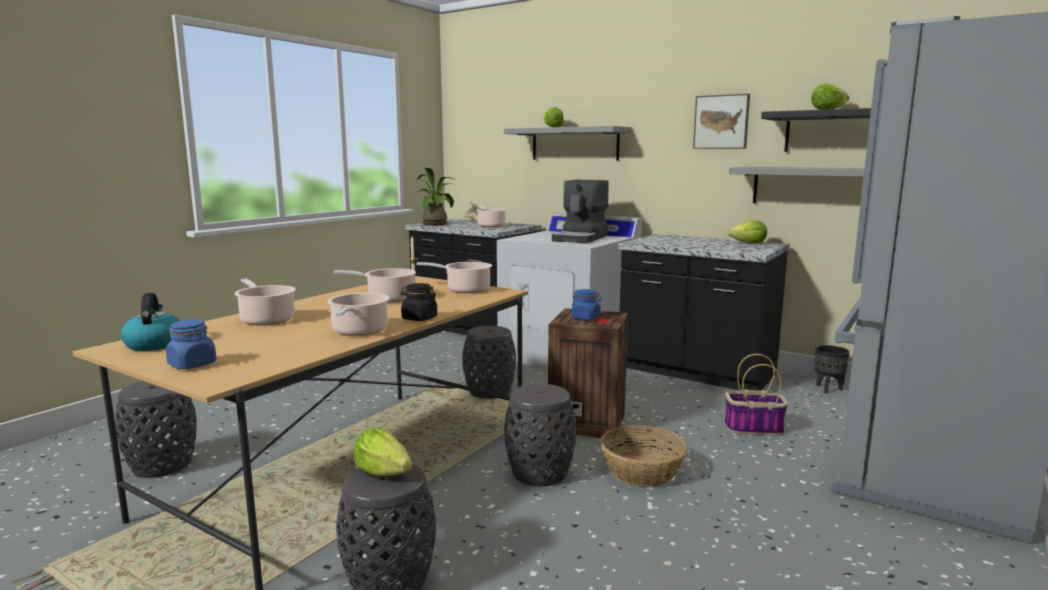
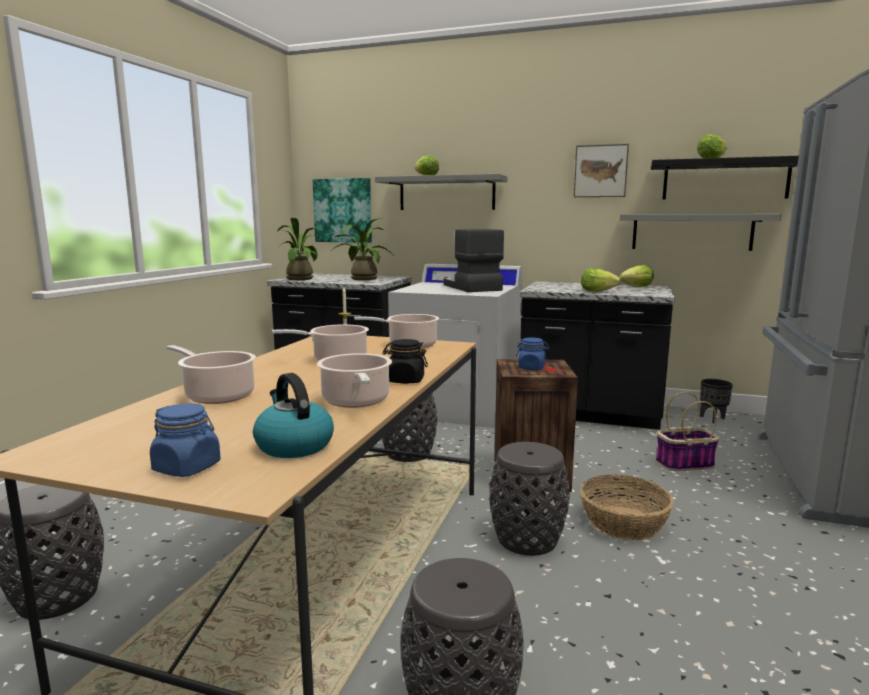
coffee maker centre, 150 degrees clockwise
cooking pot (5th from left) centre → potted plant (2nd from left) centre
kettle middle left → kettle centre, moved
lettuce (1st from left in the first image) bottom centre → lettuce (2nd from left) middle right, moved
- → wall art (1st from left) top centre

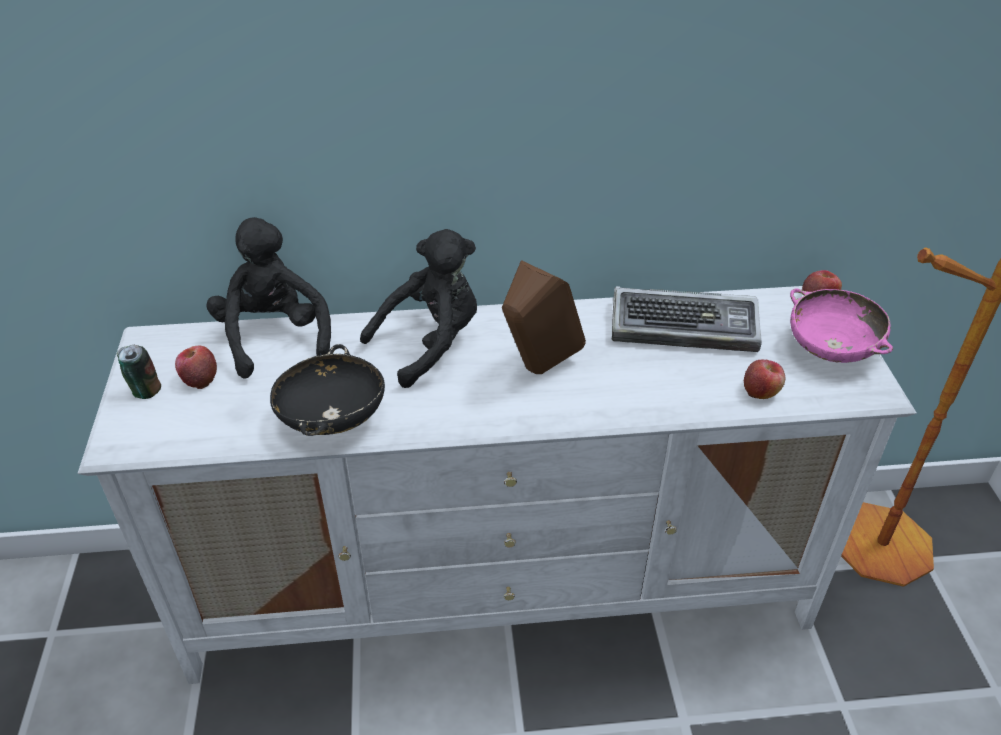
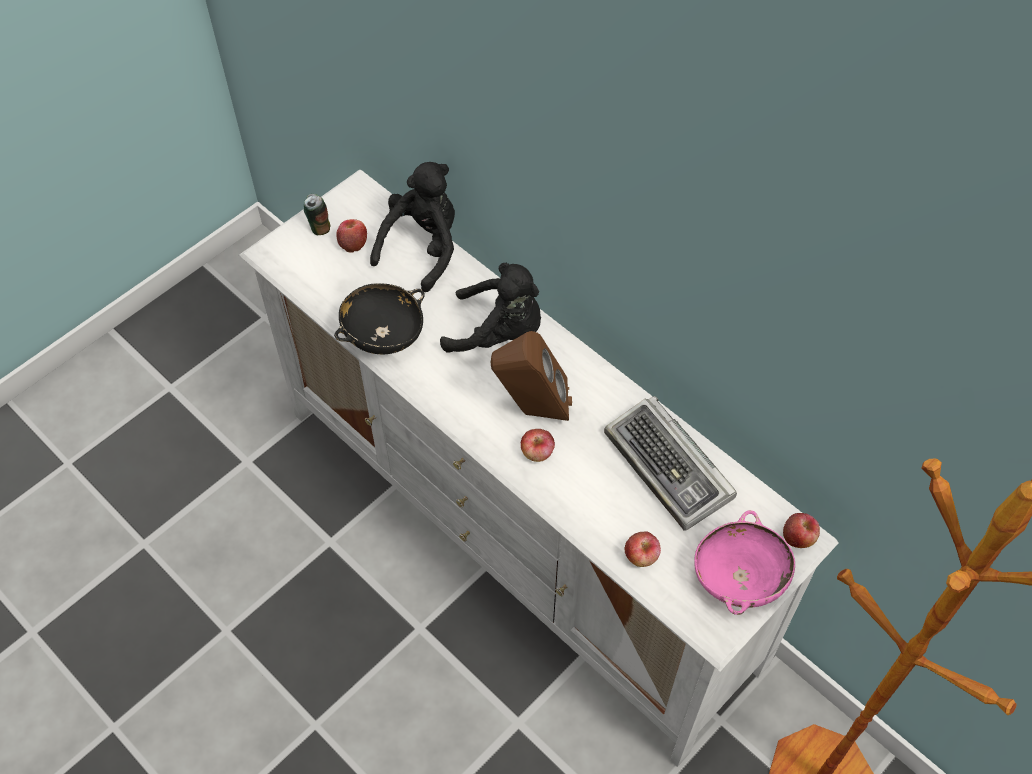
- → apple fruit (2nd from left) centre

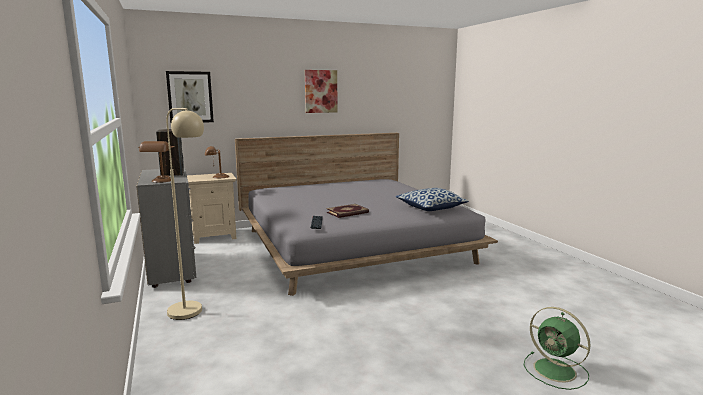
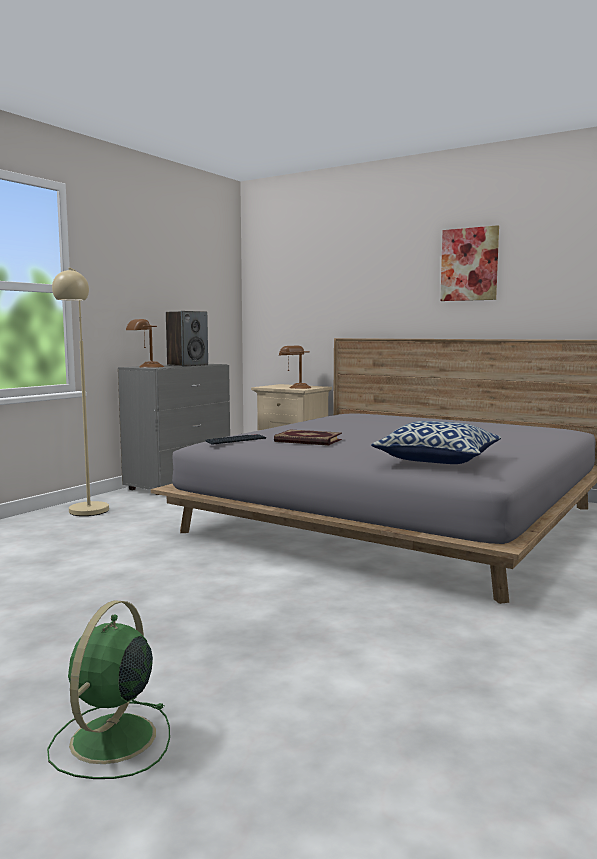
wall art (1st from left) top left → -

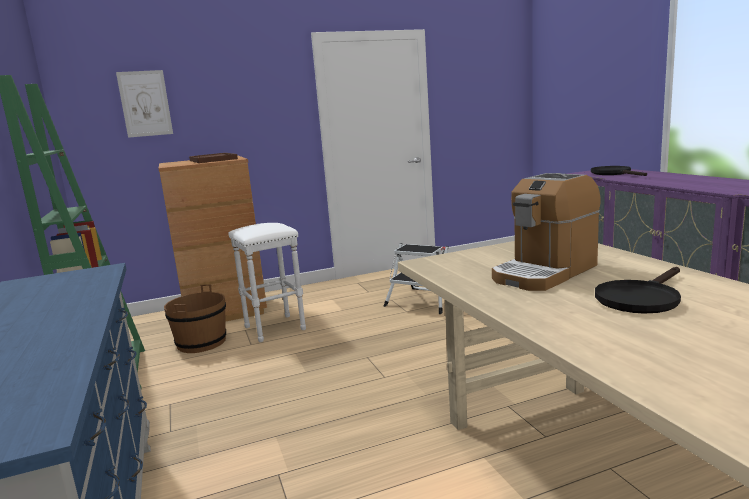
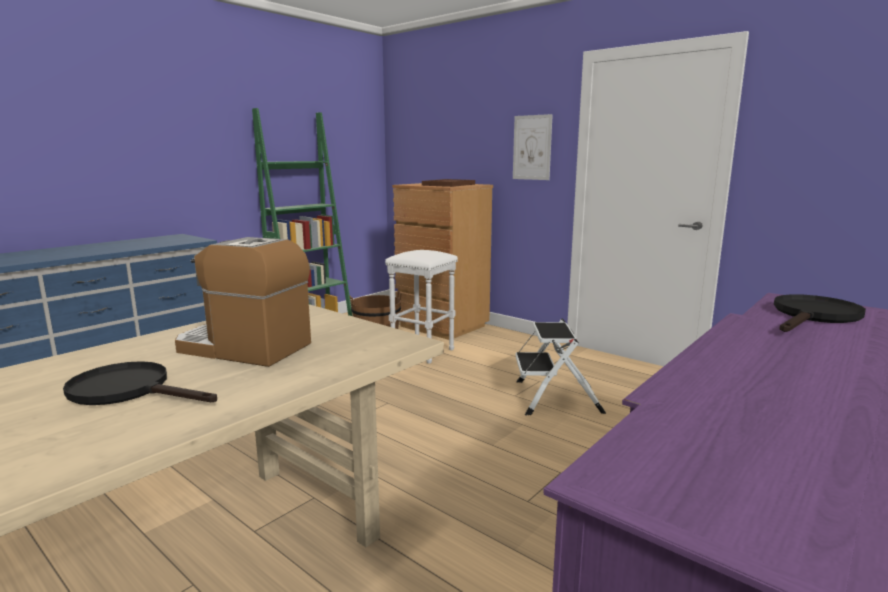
wall art top left → wall art top centre, moved

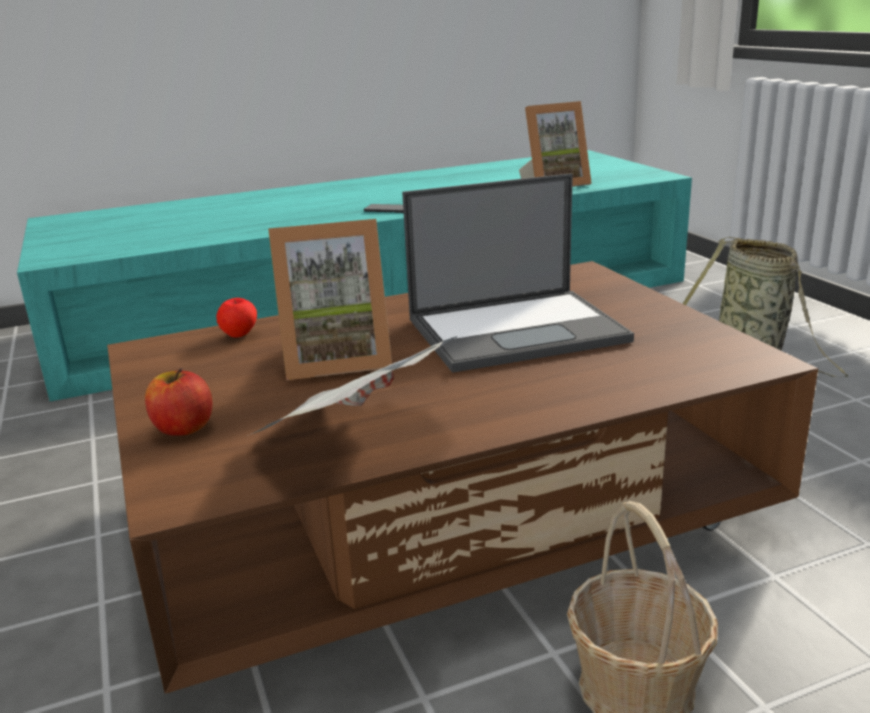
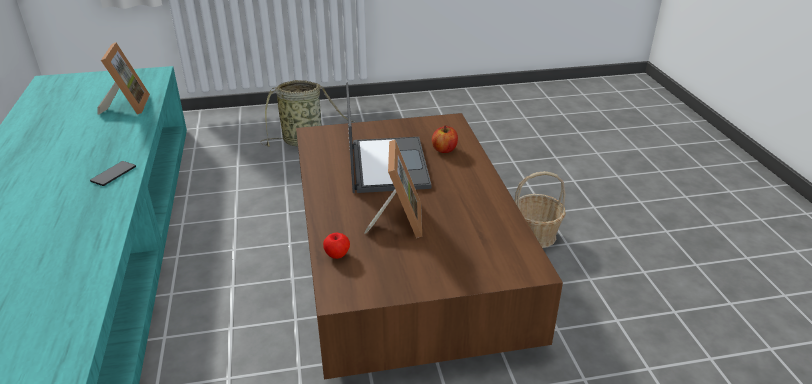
printed paper centre → -
apple fruit (1st from left in the first image) middle left → apple fruit (2nd from left) centre, moved

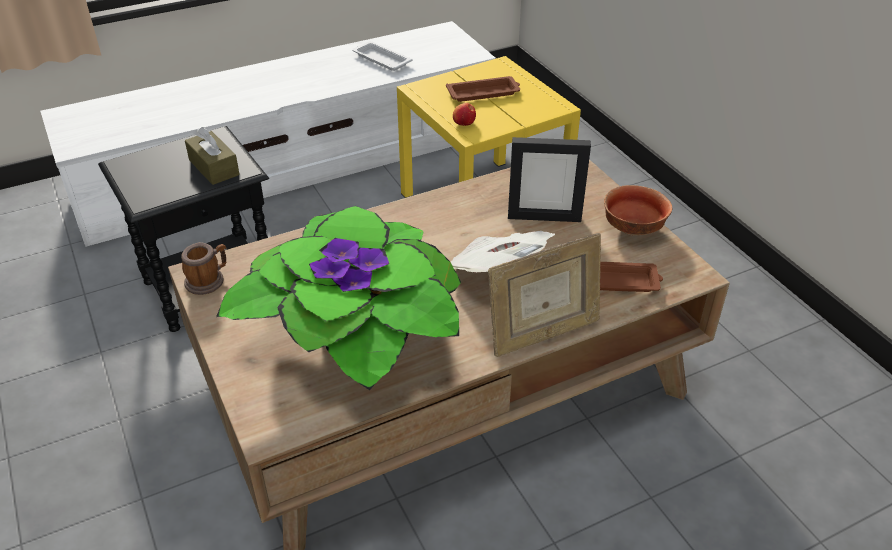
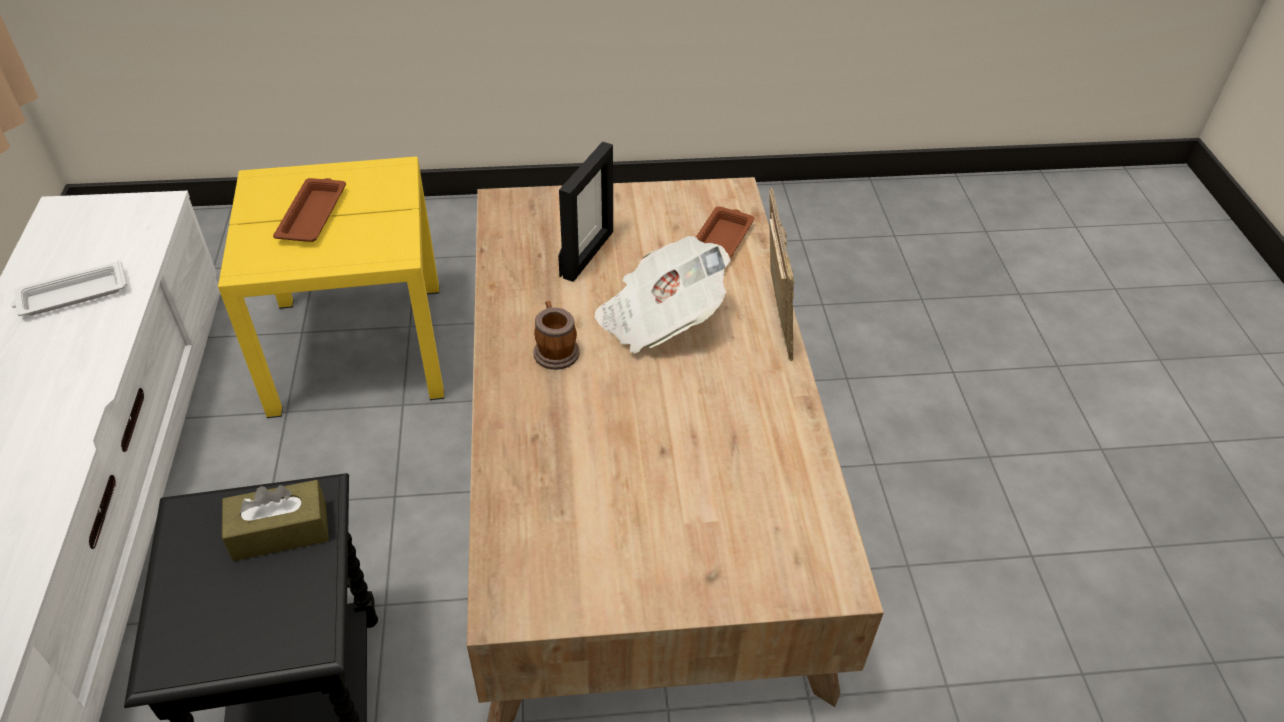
apple fruit top centre → -
serving bowl middle right → -
potted plant centre → -
coffee mug middle left → coffee mug centre, moved

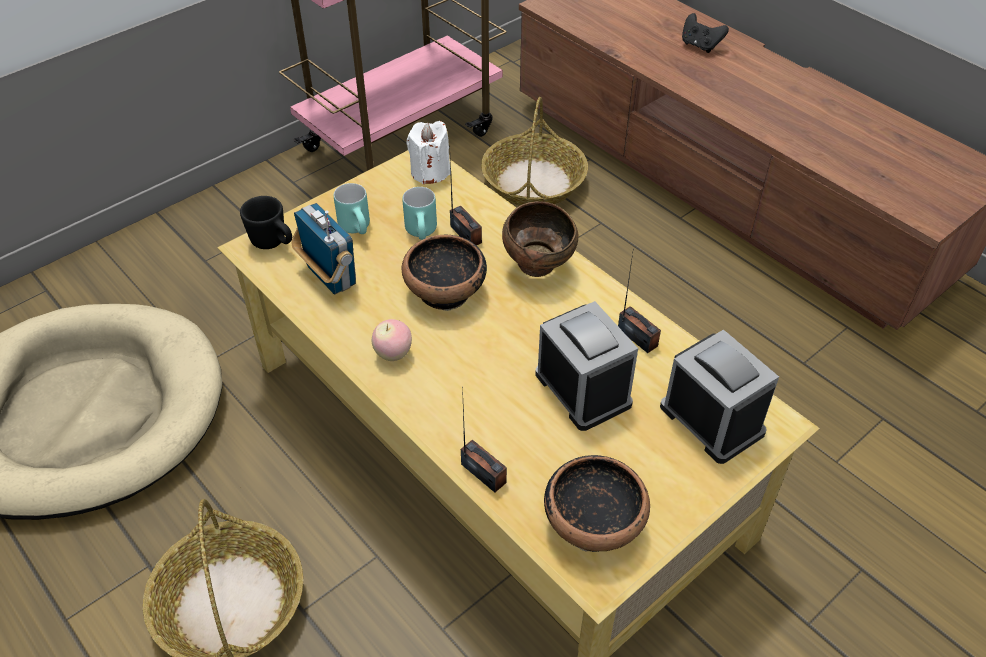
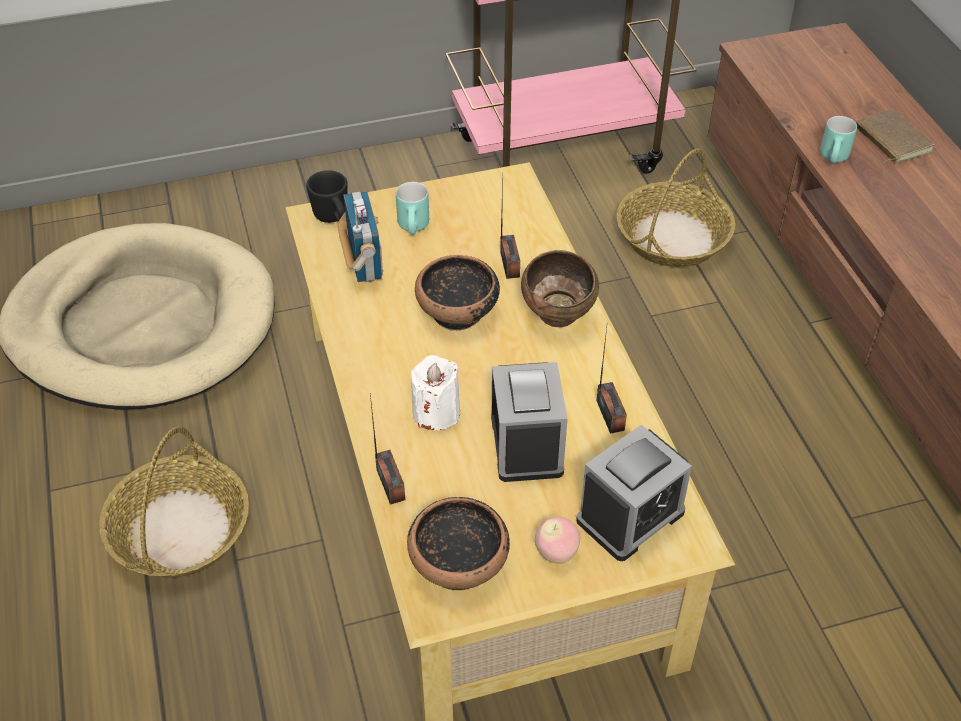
joypad (black-coloured) top right → book (brown) top right
wax candle (white-coloured) top centre → wax candle (white-coloured) centre, moved
coffee mug (blue-green) (2nd from left) top centre → coffee mug (blue-green) (2nd from left) top right, moved
apple fruit centre → apple fruit bottom centre, moved
bedside clock (2nd from left) middle right → bedside clock (2nd from left) bottom centre, 60 degrees clockwise

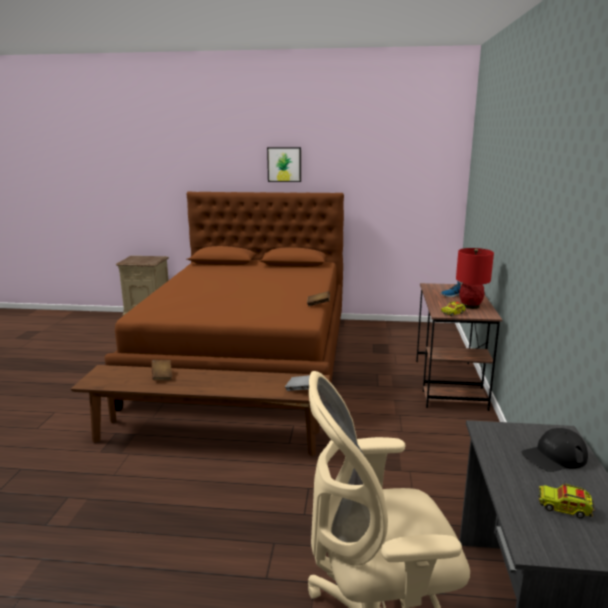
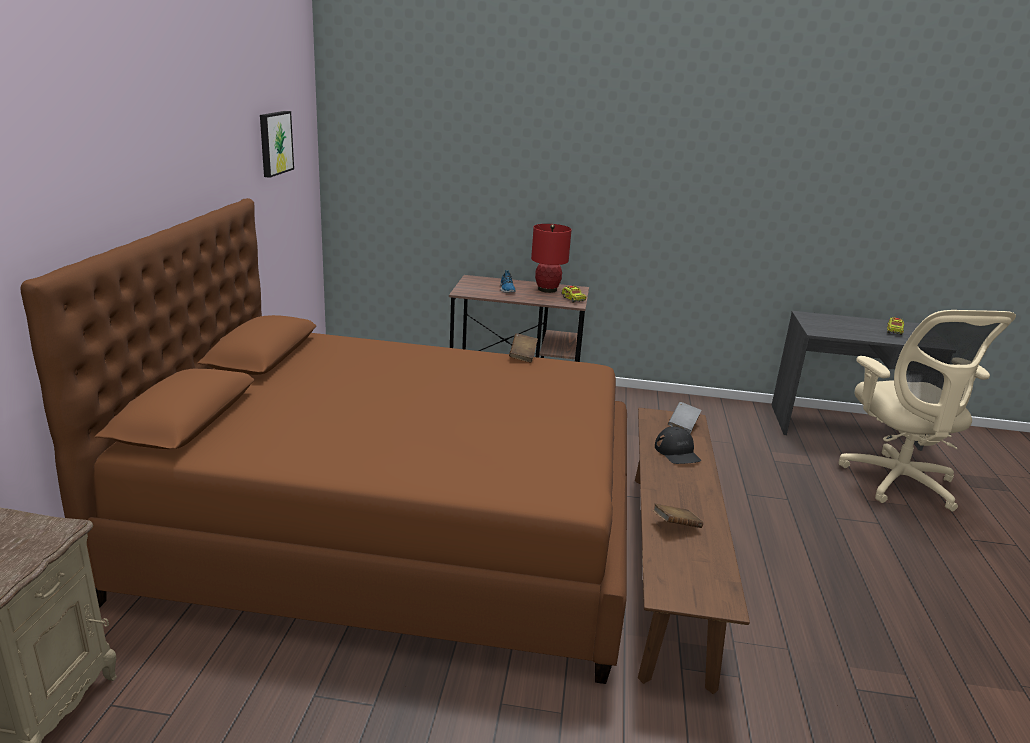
wall art top centre → wall art top left, moved
peaked cap (black-coloured) bottom right → peaked cap (black-coloured) centre, moved

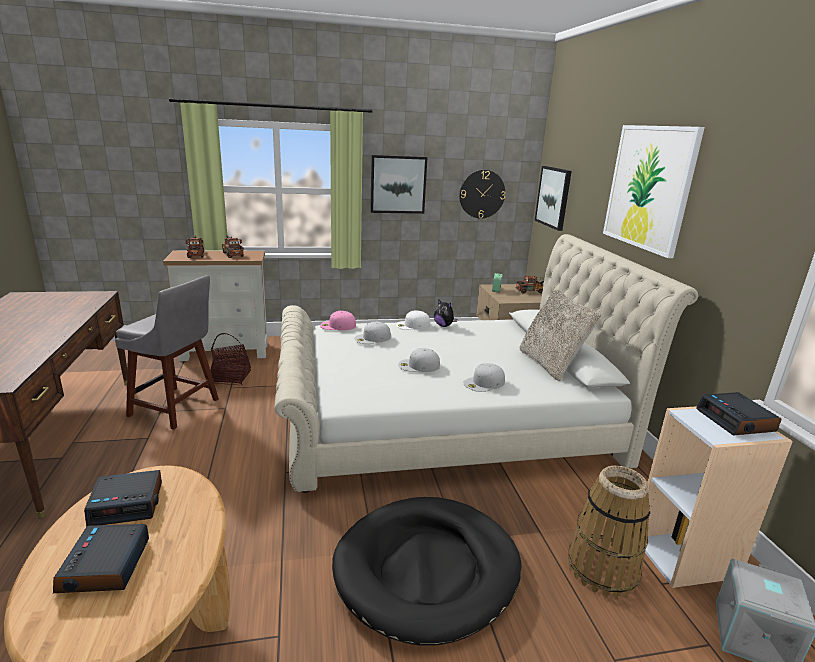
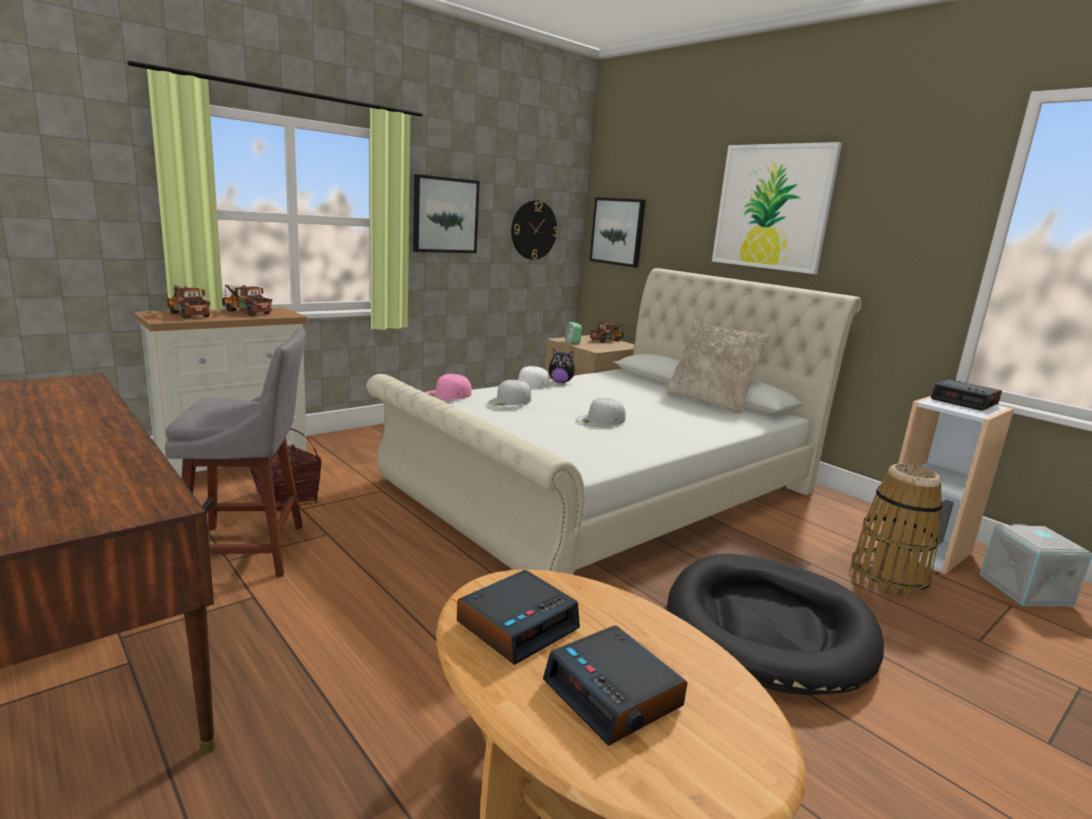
peaked cap (white-coloured) (4th from left) centre → -

